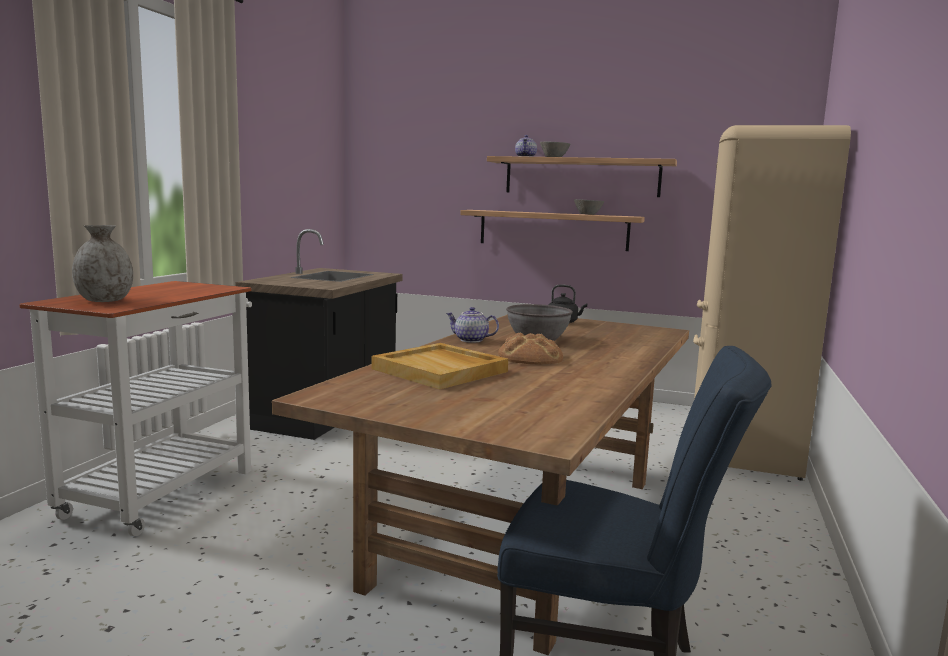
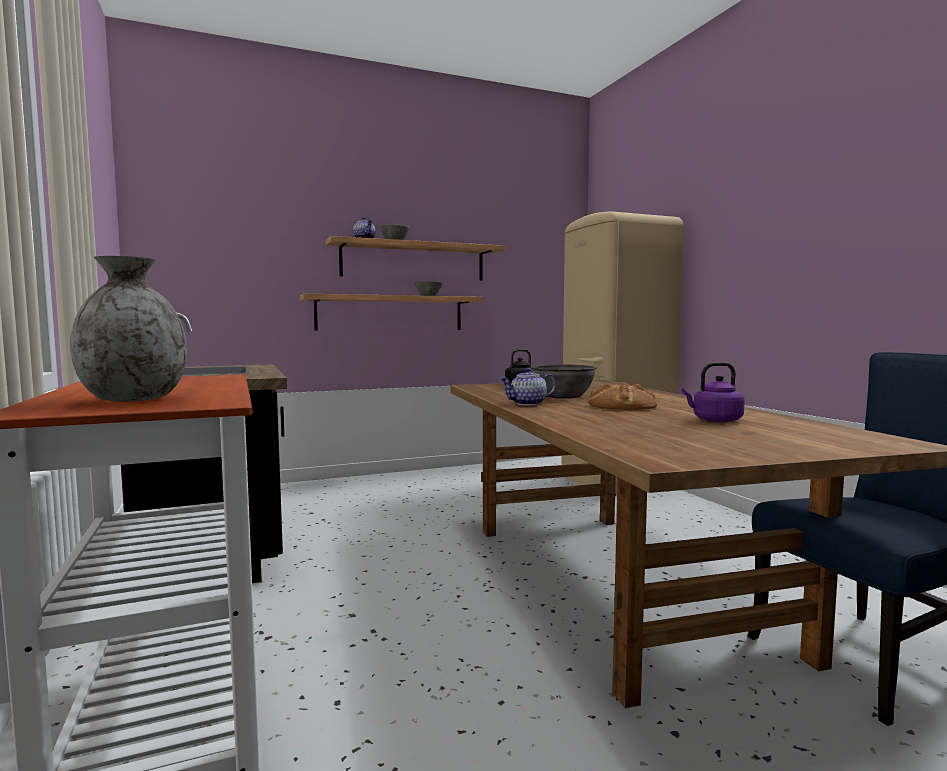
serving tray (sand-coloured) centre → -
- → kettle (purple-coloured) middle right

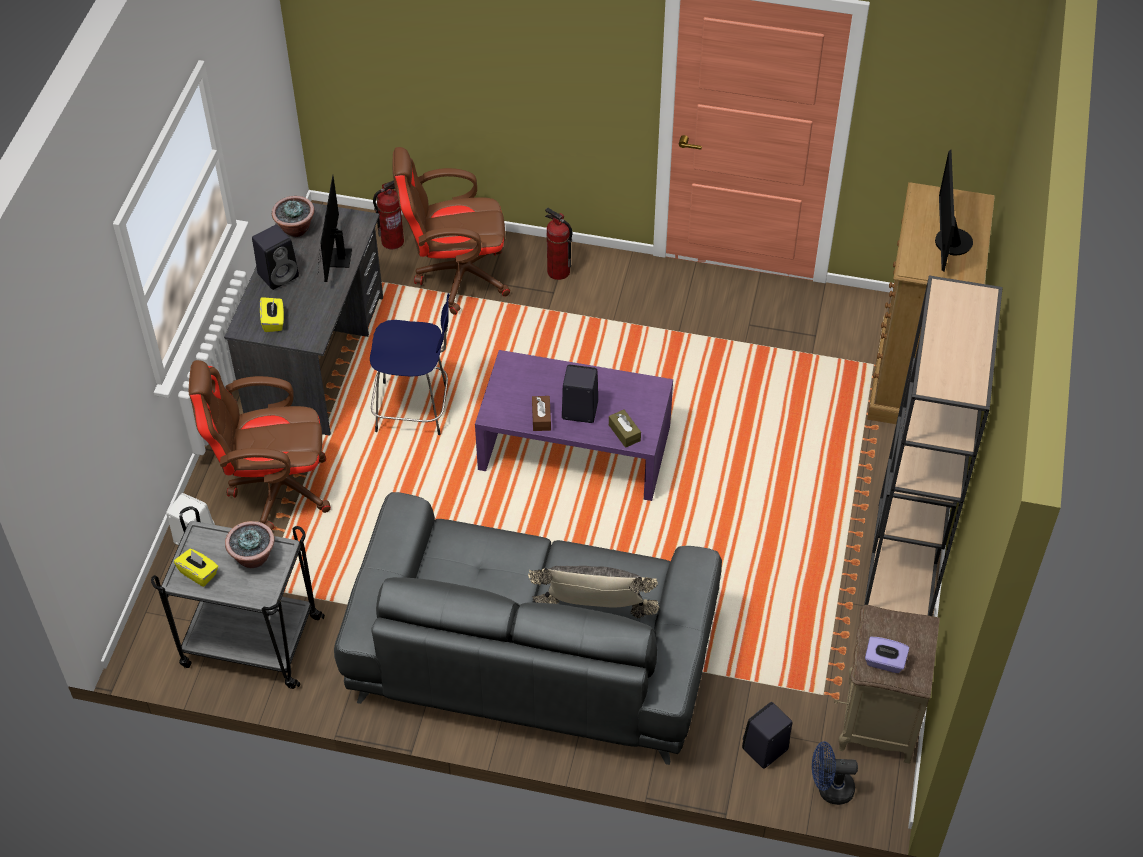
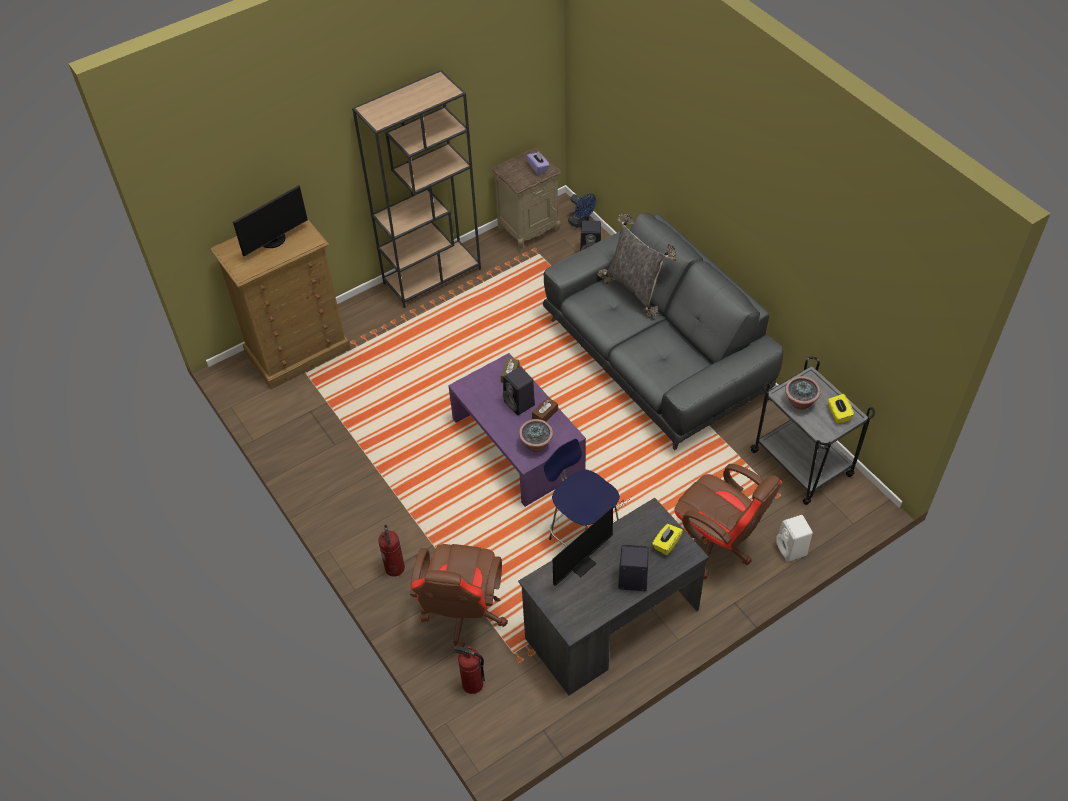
office chair (brown) (2nd from left in the first image) top centre → office chair (brown) (1st from left) bottom centre, 60 degrees clockwise
potted plant (2nd from left in the first image) top left → potted plant (1st from left) centre, moved

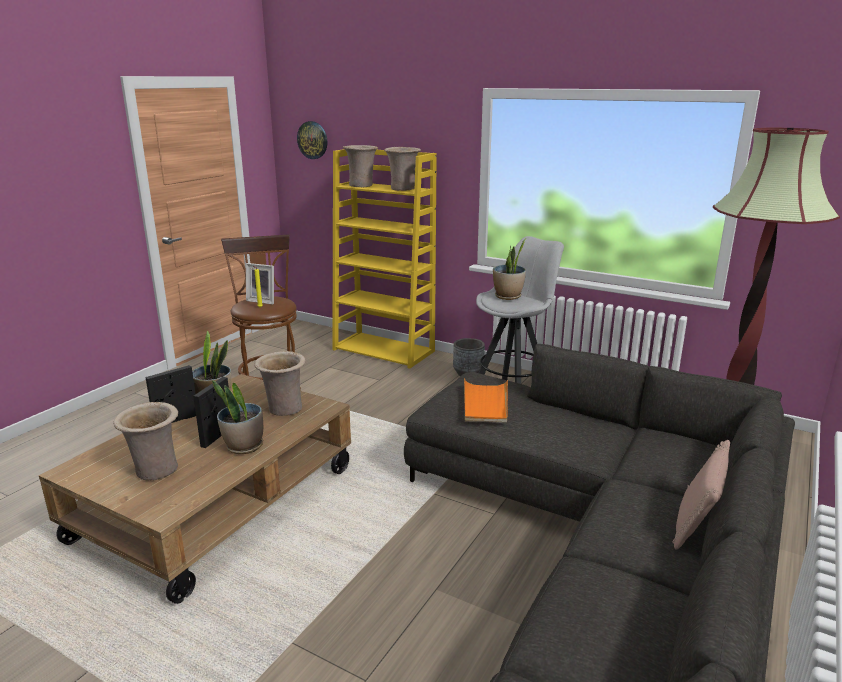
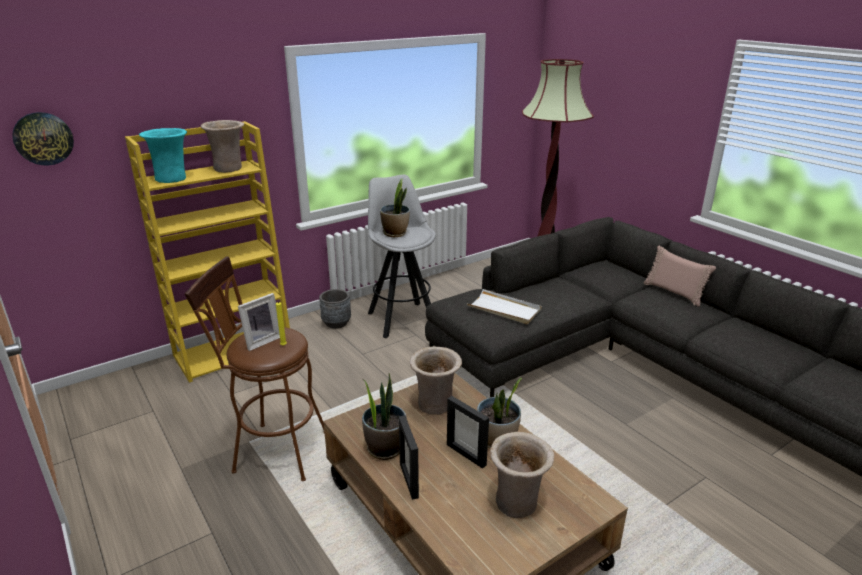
decorative vase (sand-coloured) (3rd from left) top centre → decorative vase (blue-green) top left
serving tray (orange-coloured) centre → serving tray (white-coloured) centre

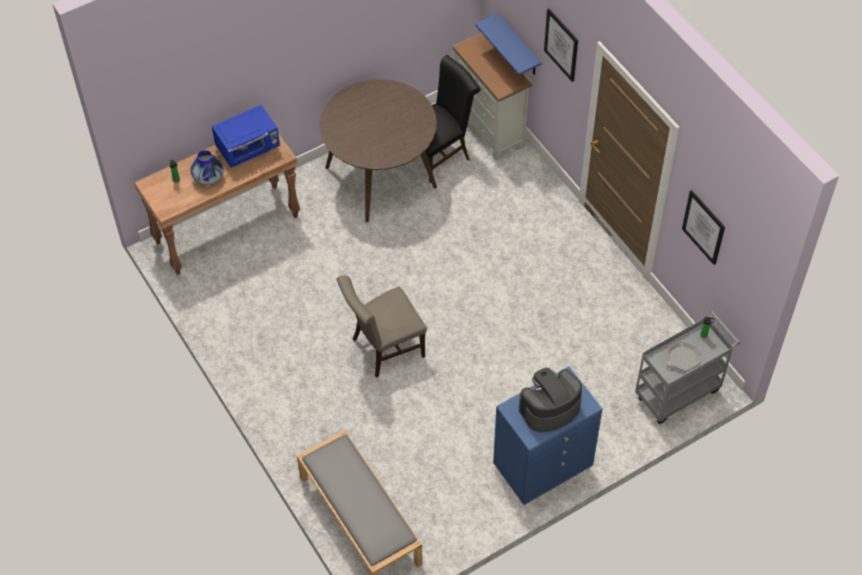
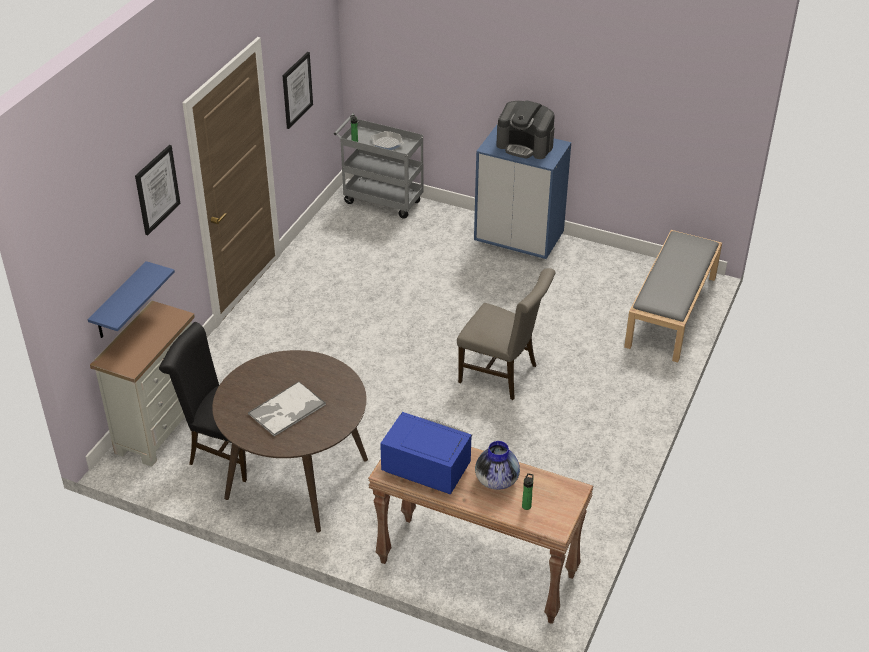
- → serving tray middle left

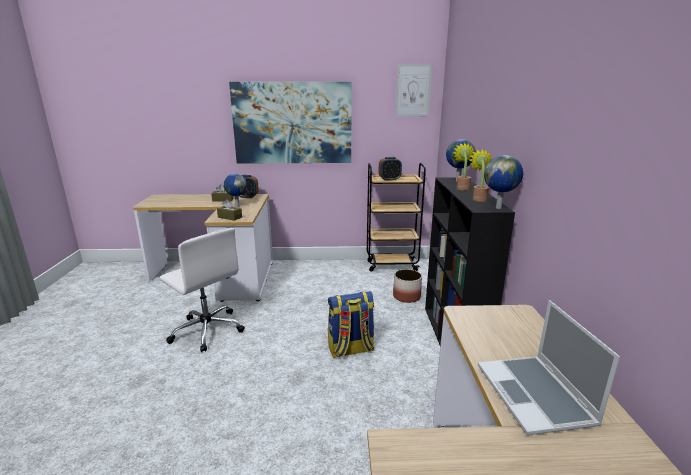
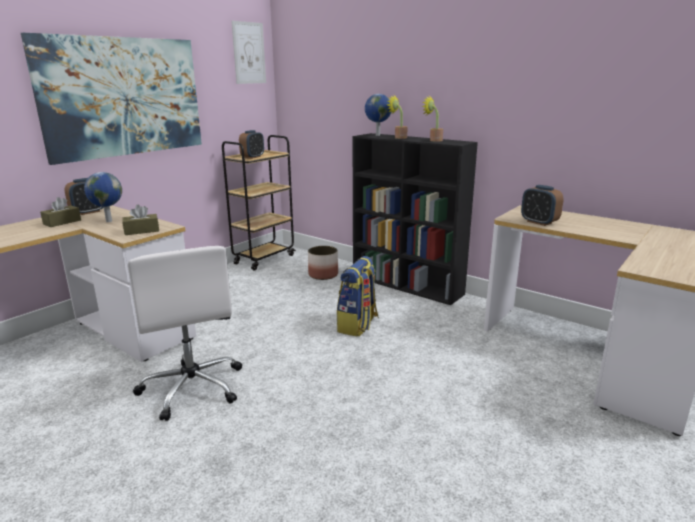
desk globe (3rd from left) middle right → -
office chair (white-coloured) middle left, 75 degrees clockwise
portable computer bottom right → -
- → bedside clock (3rd from left) middle right

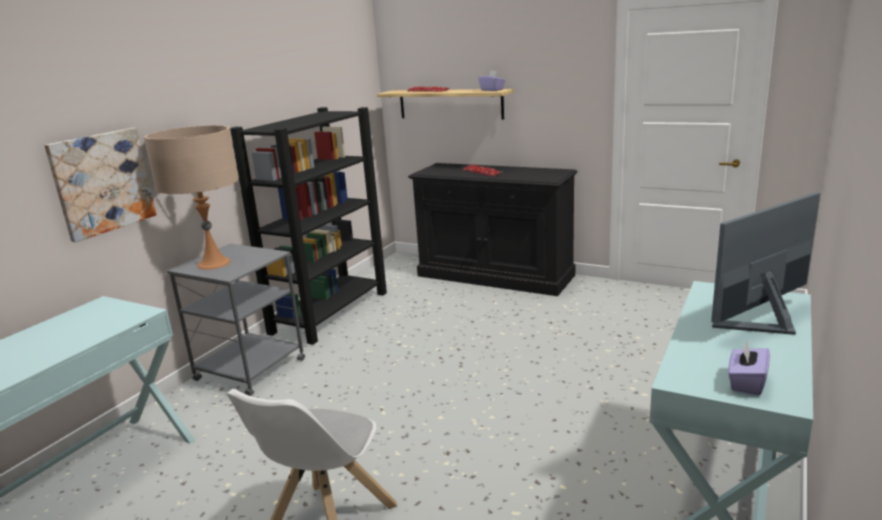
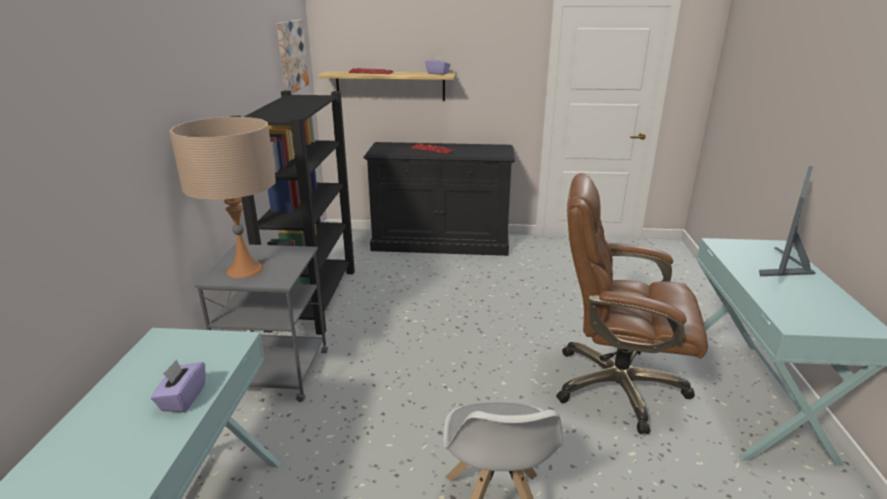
wall art middle left → wall art top left, moved
box of tissues (purple-coloured) (2nd from left in the first image) bottom right → box of tissues (purple-coloured) (1st from left) bottom left, moved
- → office chair (brown) middle right

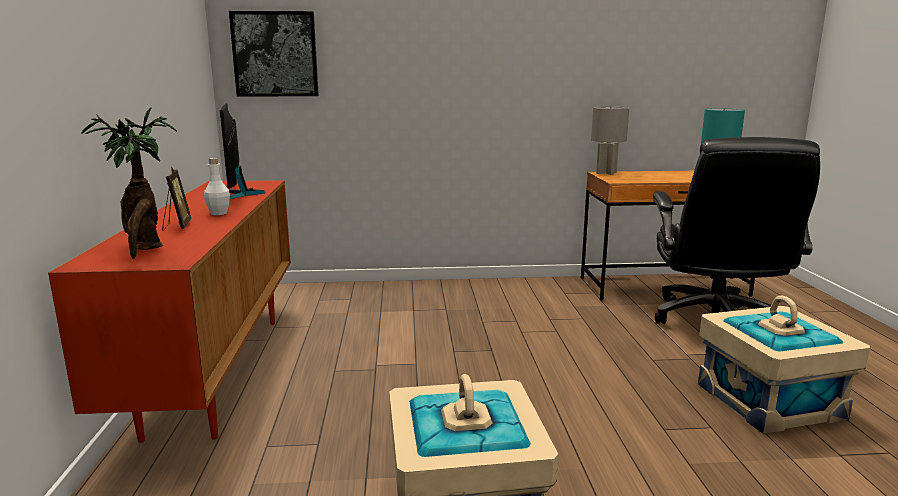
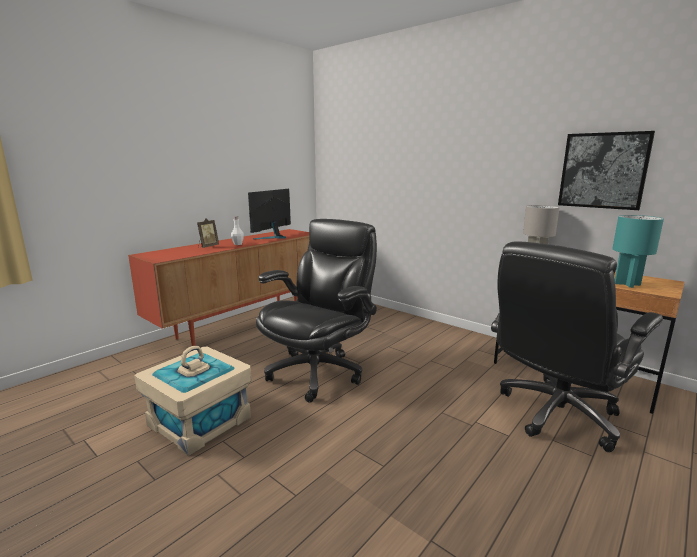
wall art top left → wall art top right, moved
potted plant middle left → -
storage bin (sand-coloured) (2nd from left) bottom right → -
- → office chair (black-coloured) (1st from left) centre

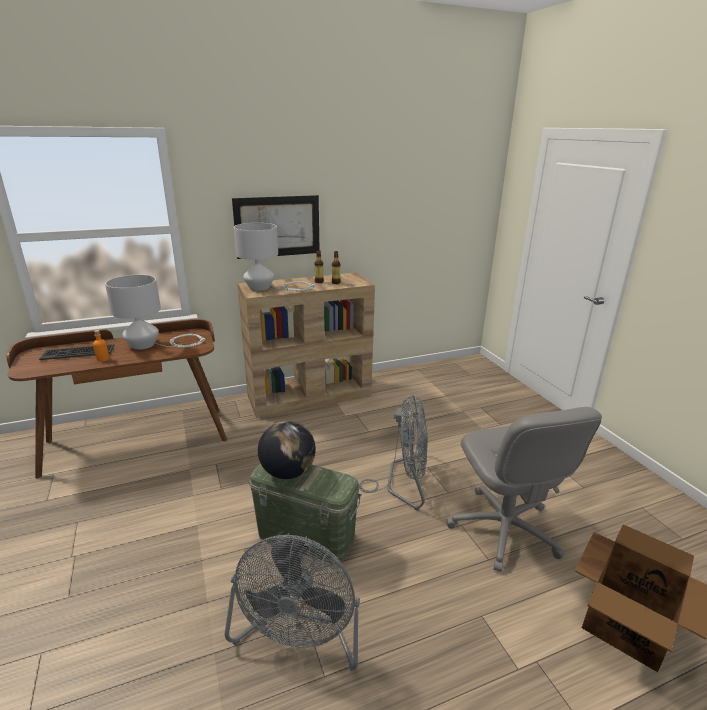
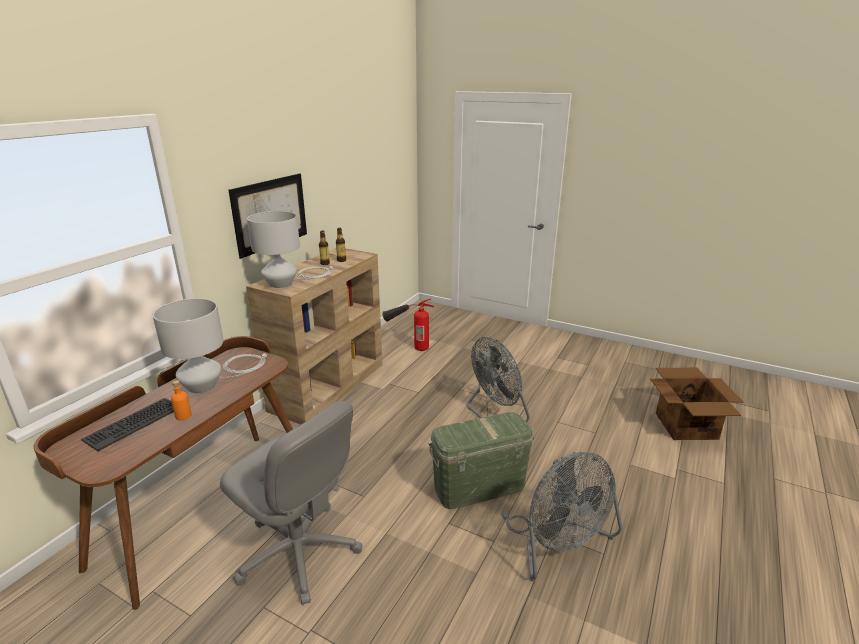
office chair (greyish) bottom right → office chair (greyish) bottom centre, moved
desk globe centre → -
- → extinguisher centre

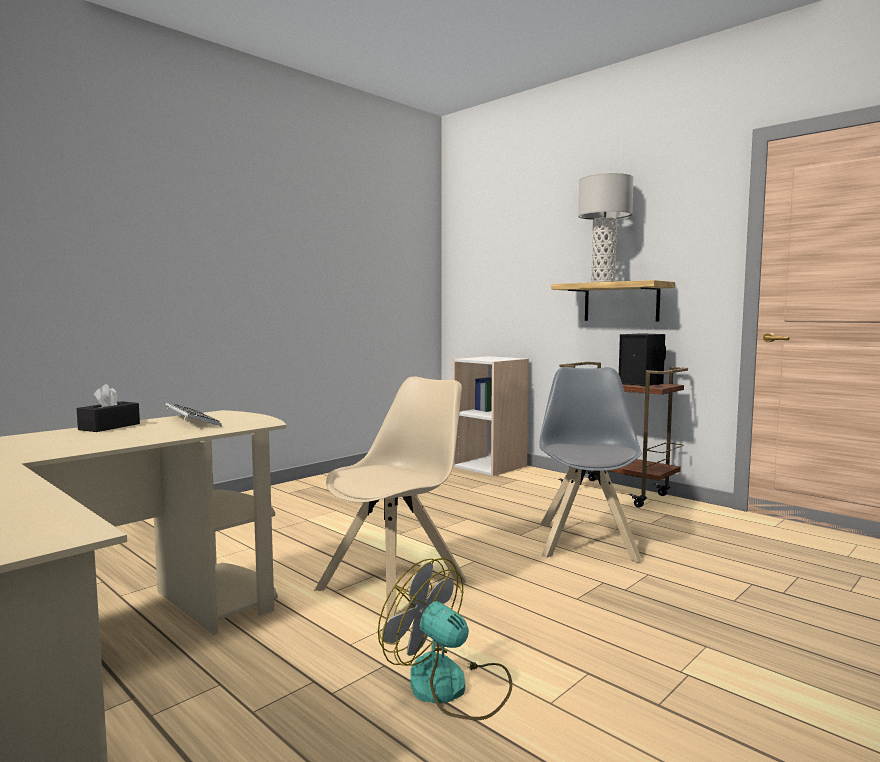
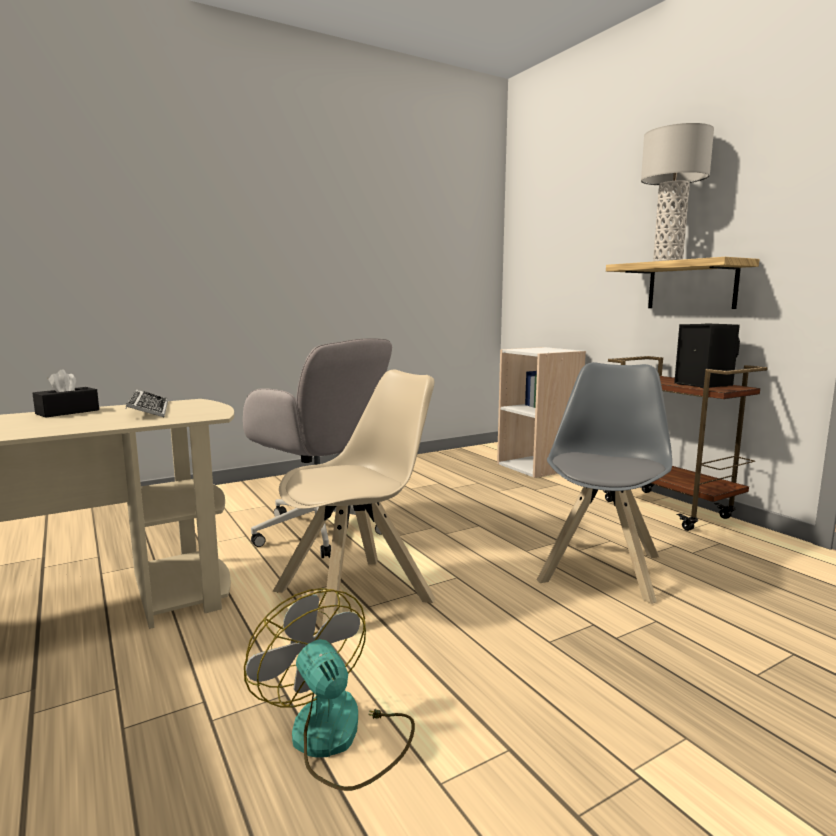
- → office chair (greyish) centre

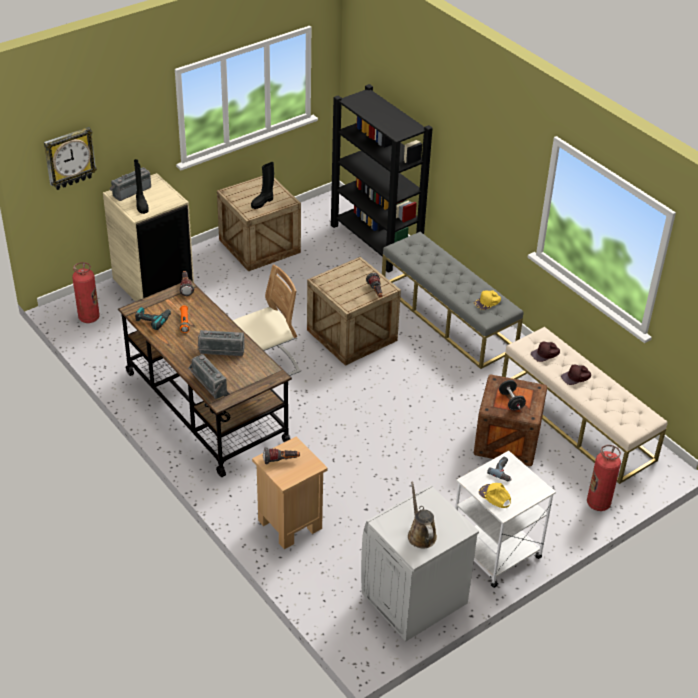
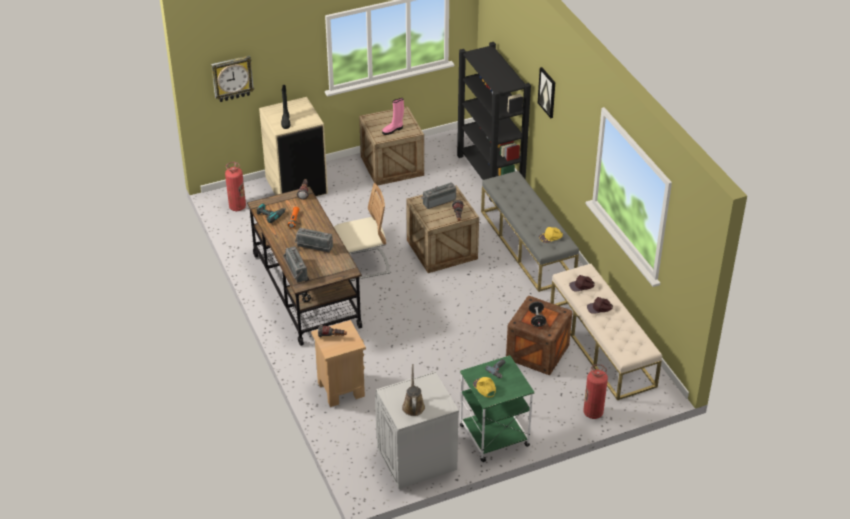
high-top boot (black-coloured) (2nd from left) top centre → high-top boot (pink-coloured) top centre
radio (1st from left in the first image) top left → radio (3rd from left) centre, moved
cart (white-coloured) bottom right → cart (green-coloured) bottom centre
- → wall art top centre

